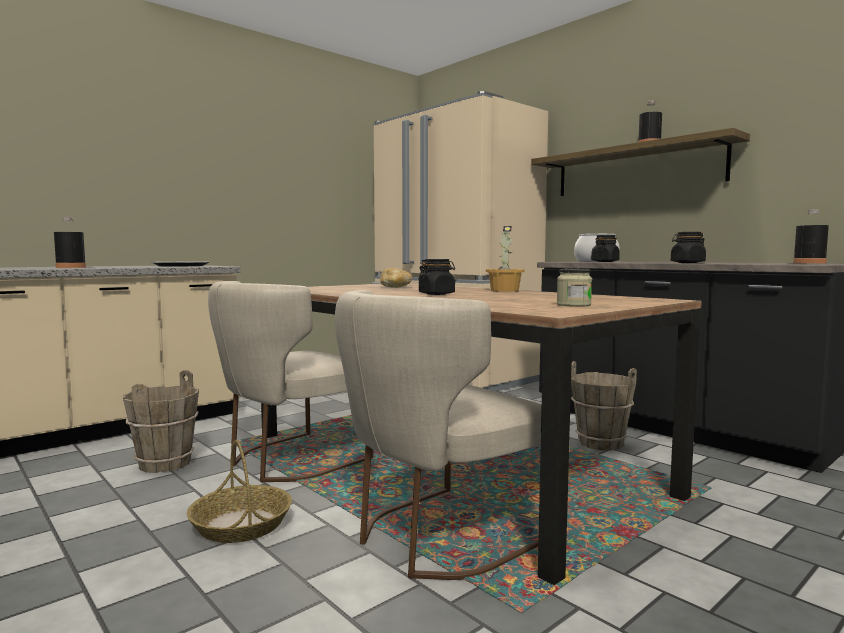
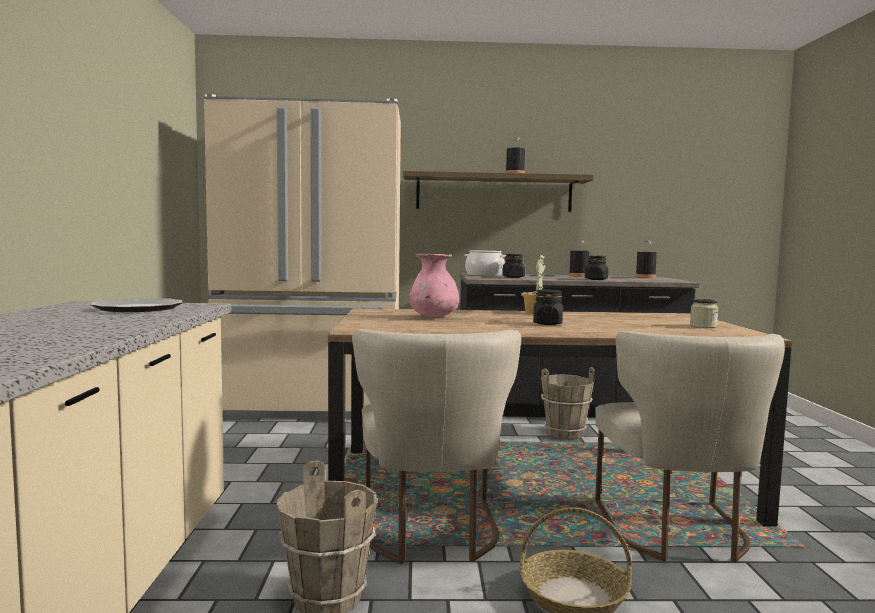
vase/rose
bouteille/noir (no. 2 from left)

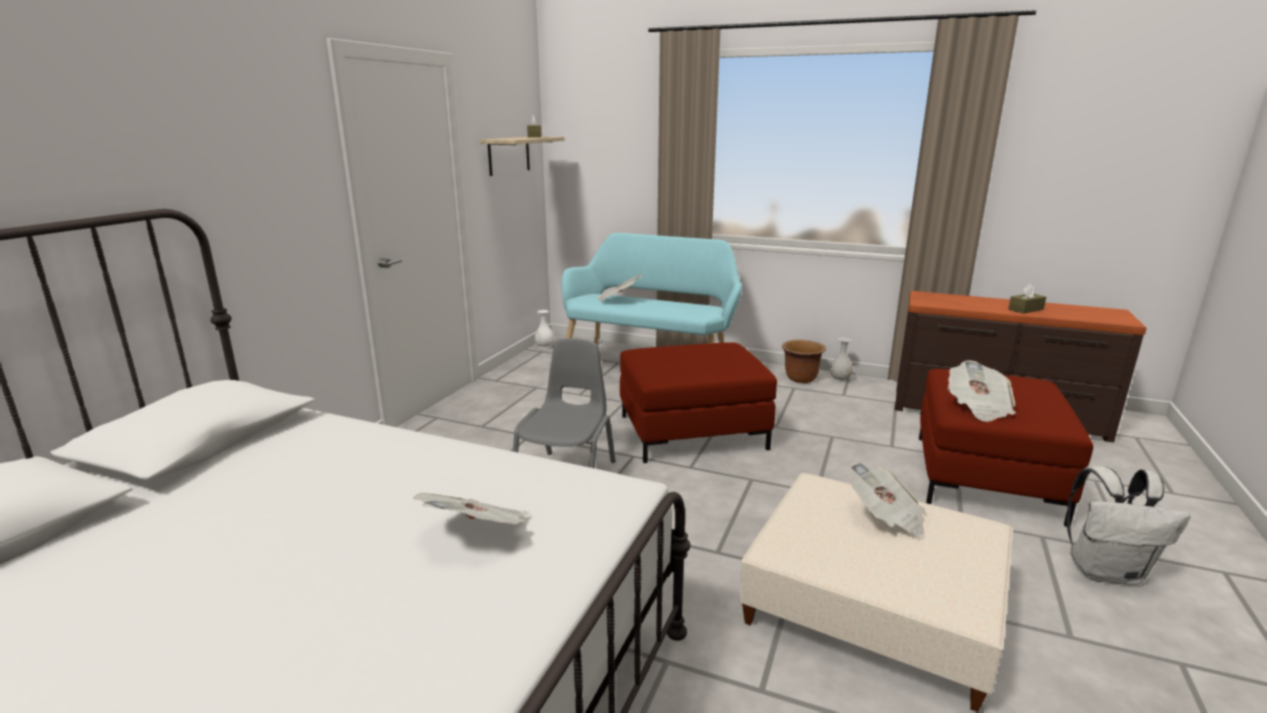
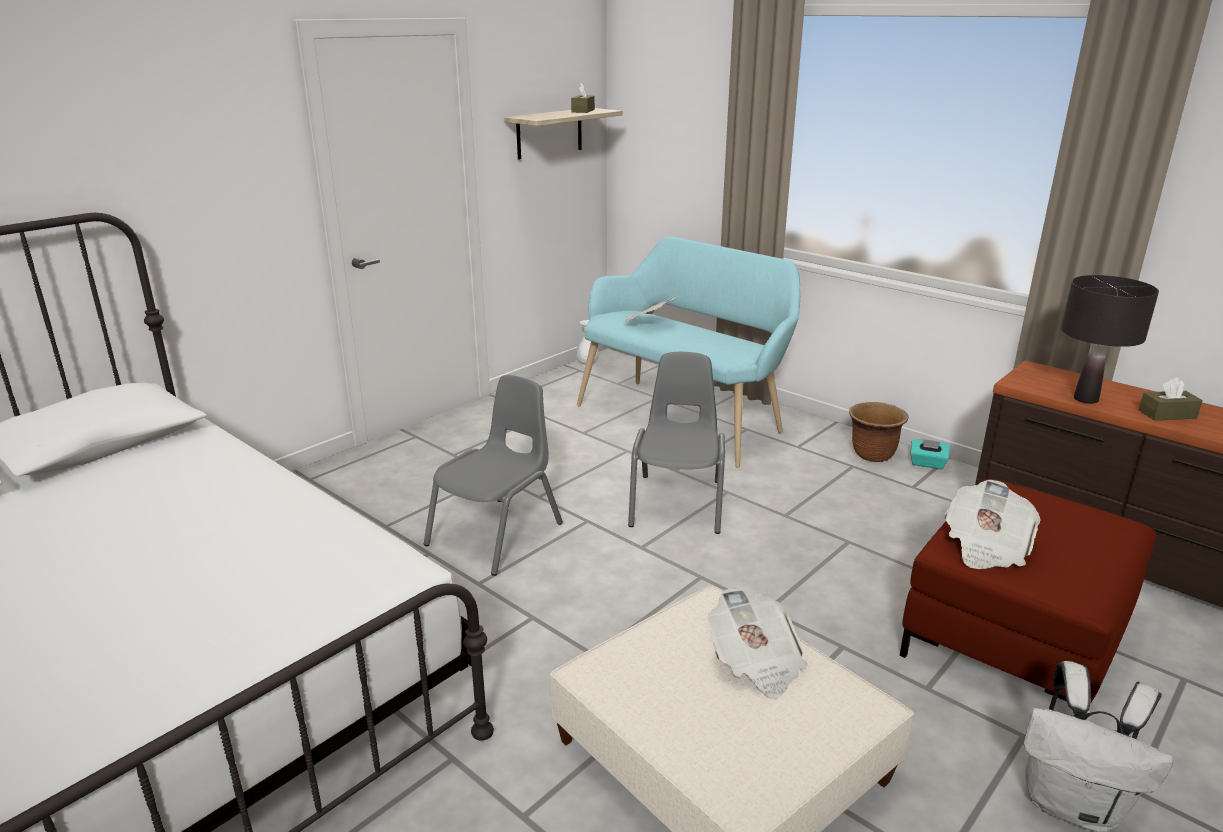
chaise/gris (no. 2 from left)
boîte à mouchoirs/turquoise
lampe de table/noir
journal (no. 1 from left in the first image)

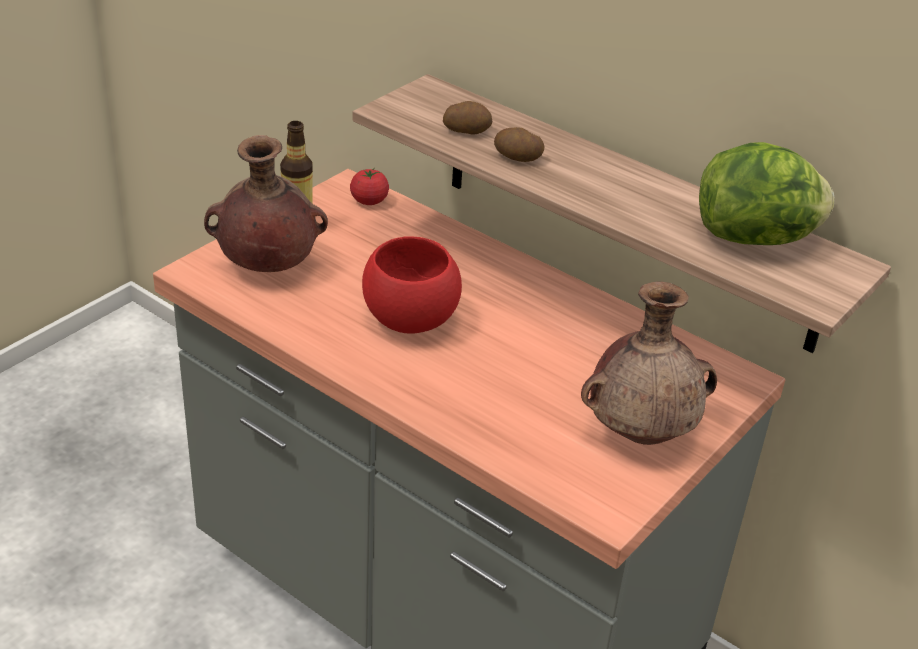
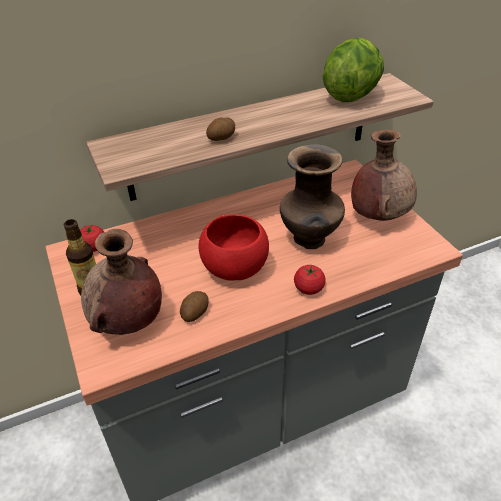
pomme de terre (no. 1 from left)
vase/marron (no. 2 from left)
tomate (no. 2 from left)

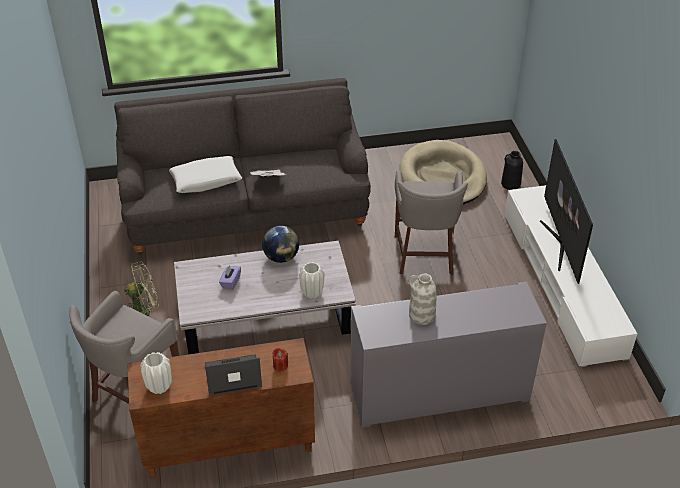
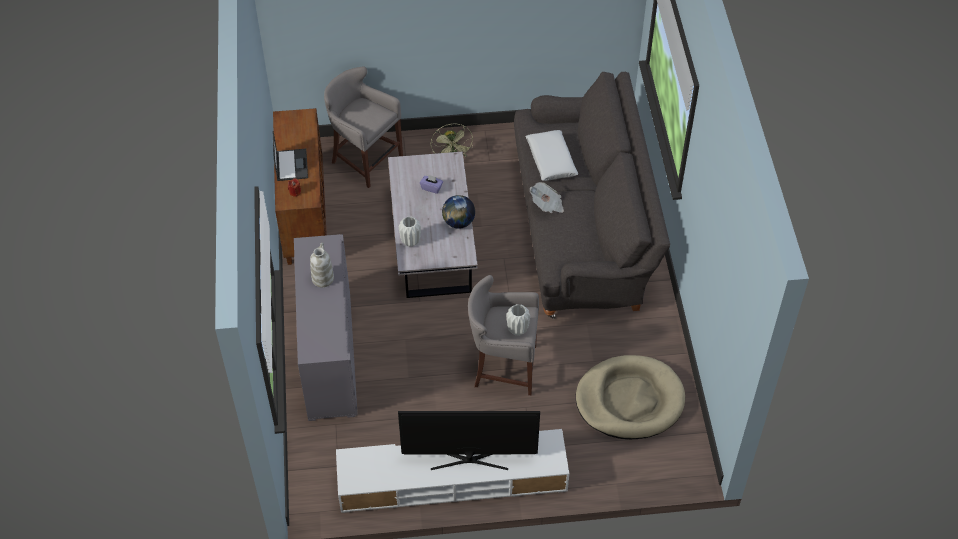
vase/blanc (no. 3 from left)
vase/noir

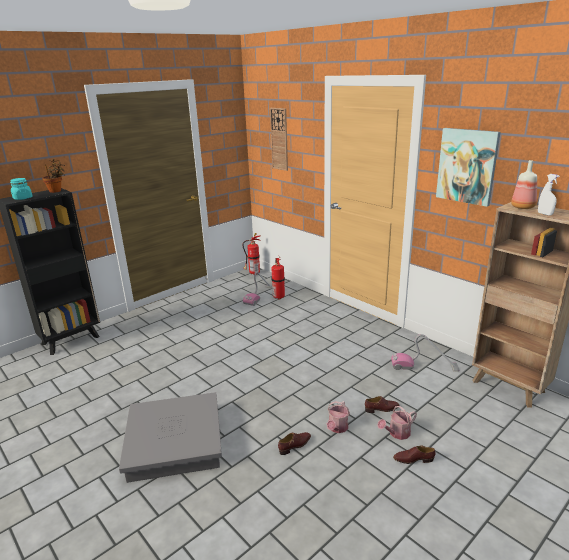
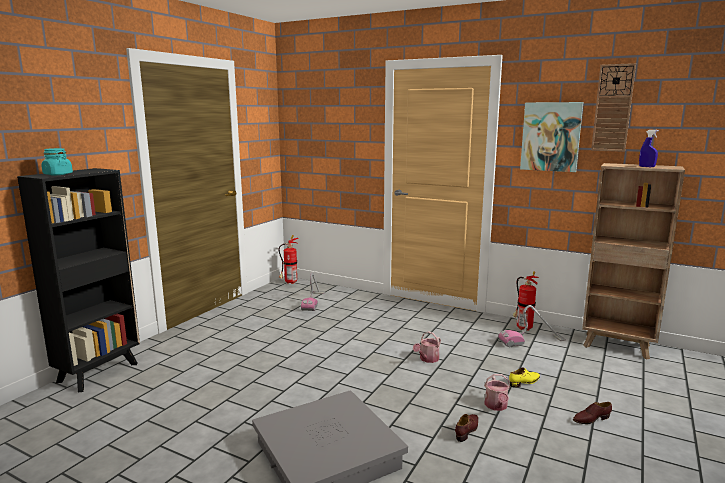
arrosoir (no. 1 from left)
chaussure/jaune
extincteur (no. 2 from left)
horloge murale
vaporisateur/bleu
plante en pot
bouteille

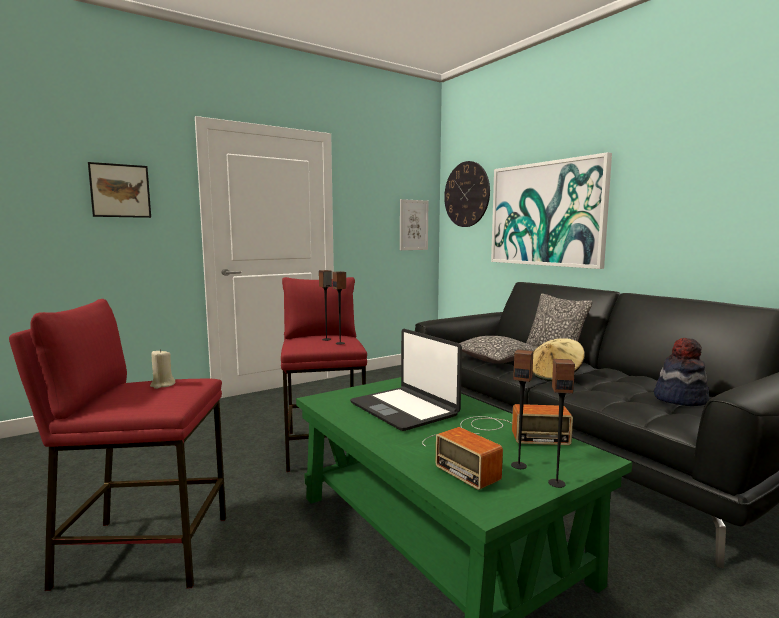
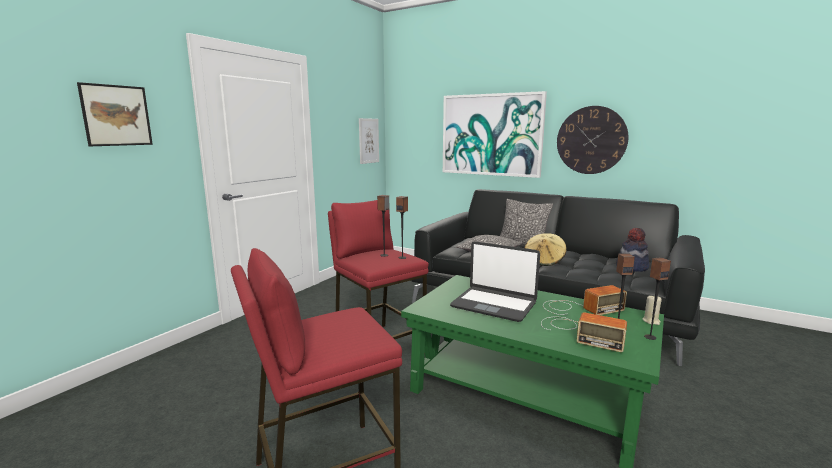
horloge murale
bougie/beige

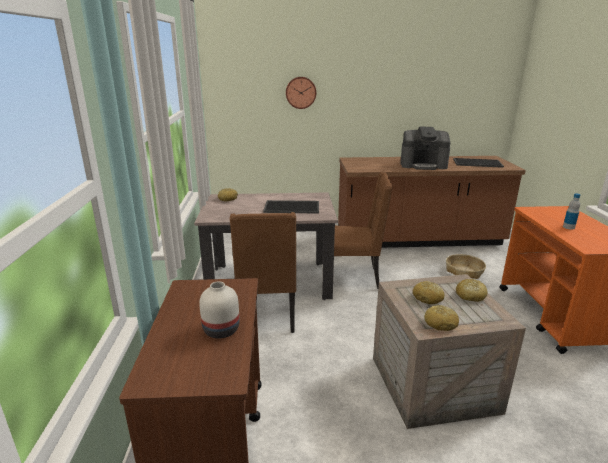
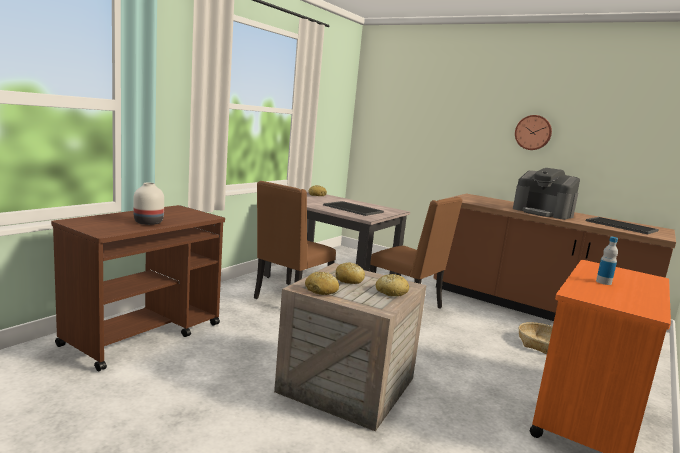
horloge murale

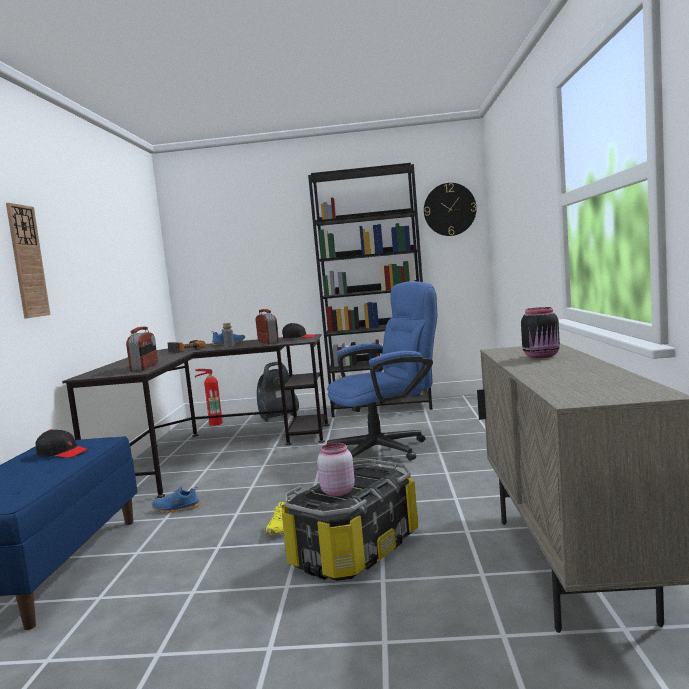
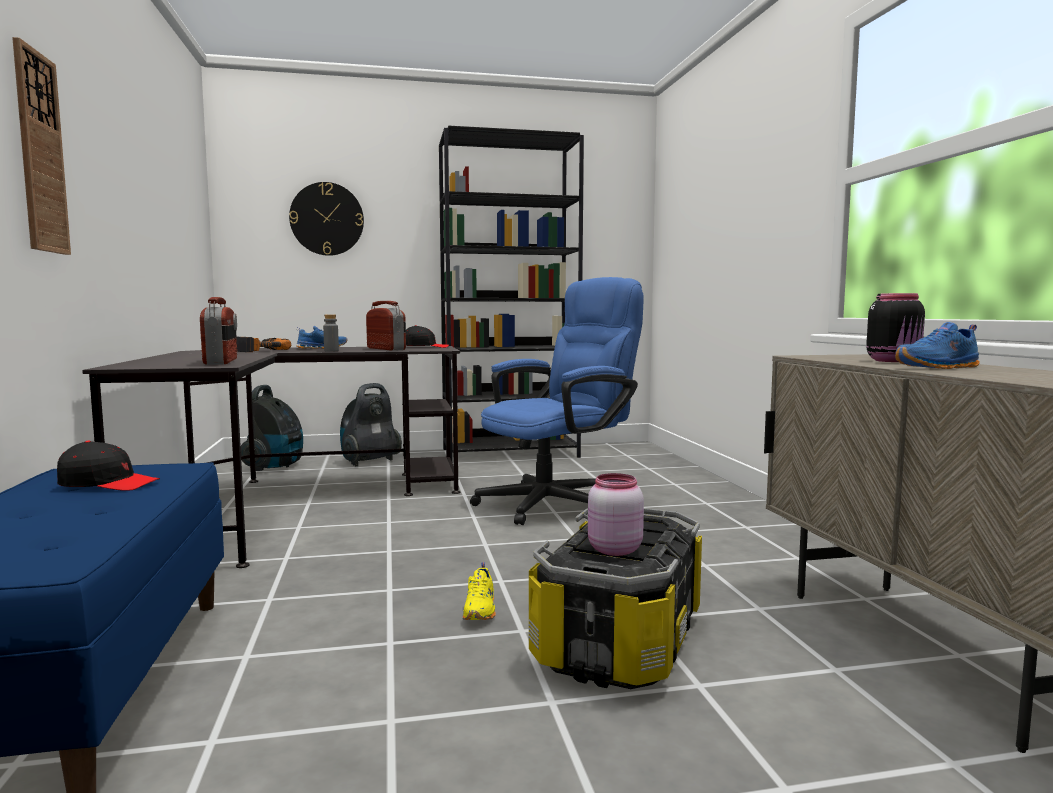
aspirateur (no. 1 from left)
horloge murale (no. 2 from left)
chaussure/bleu (no. 2 from left)

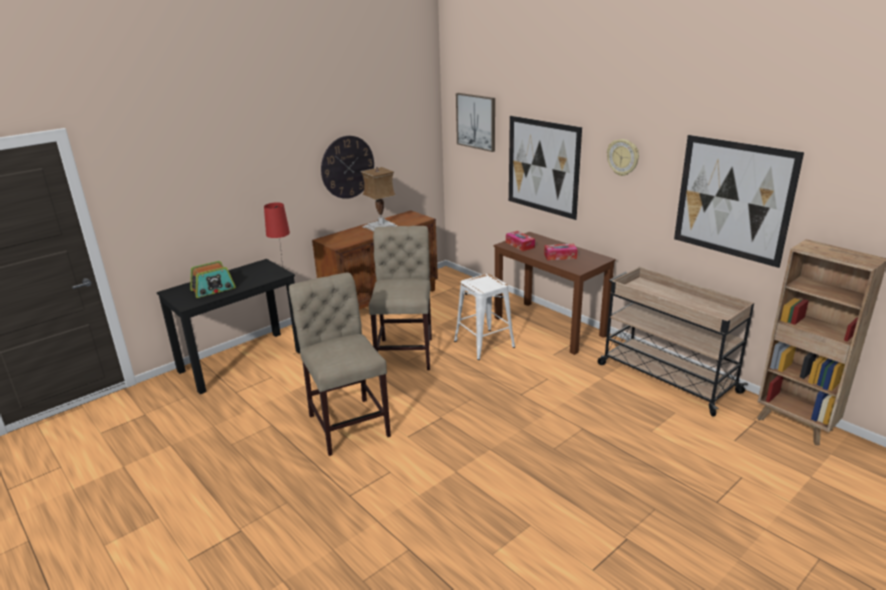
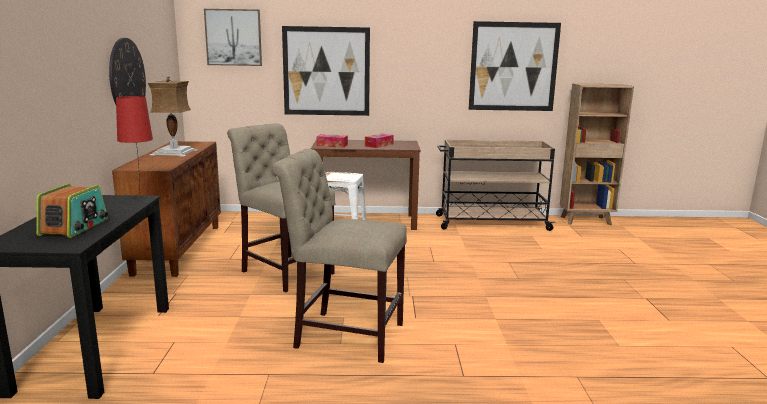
horloge murale (no. 2 from left in the first image)

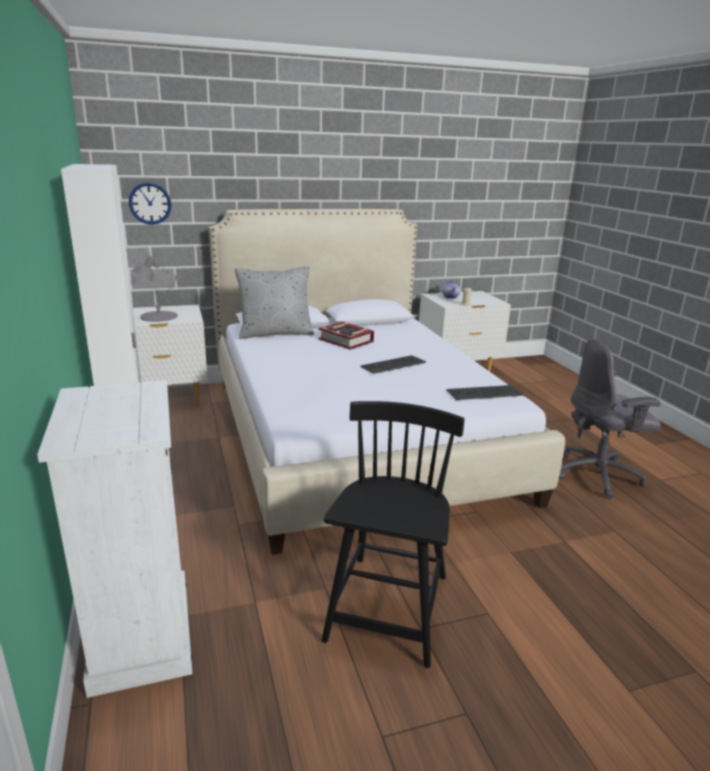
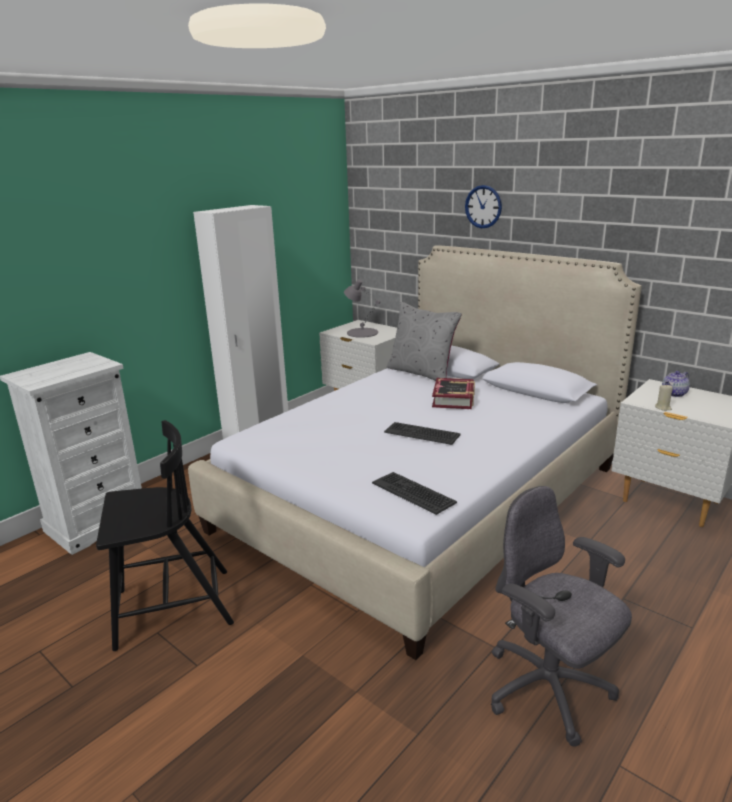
horloge murale

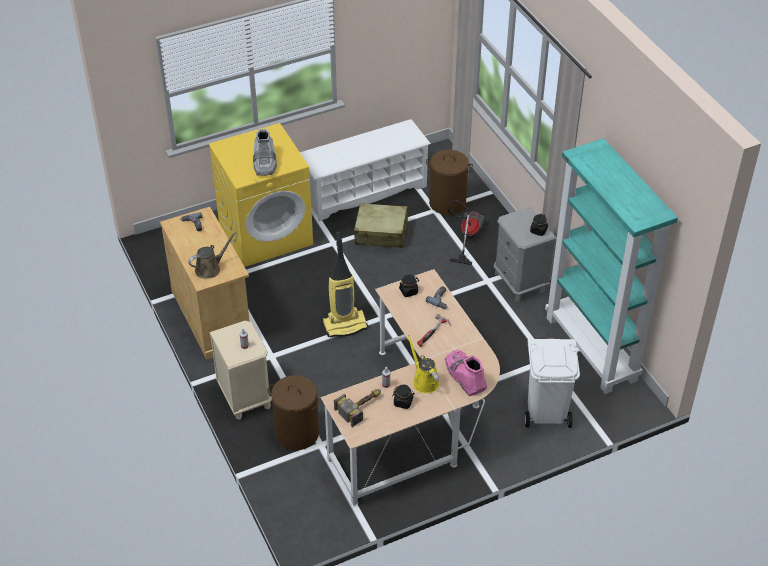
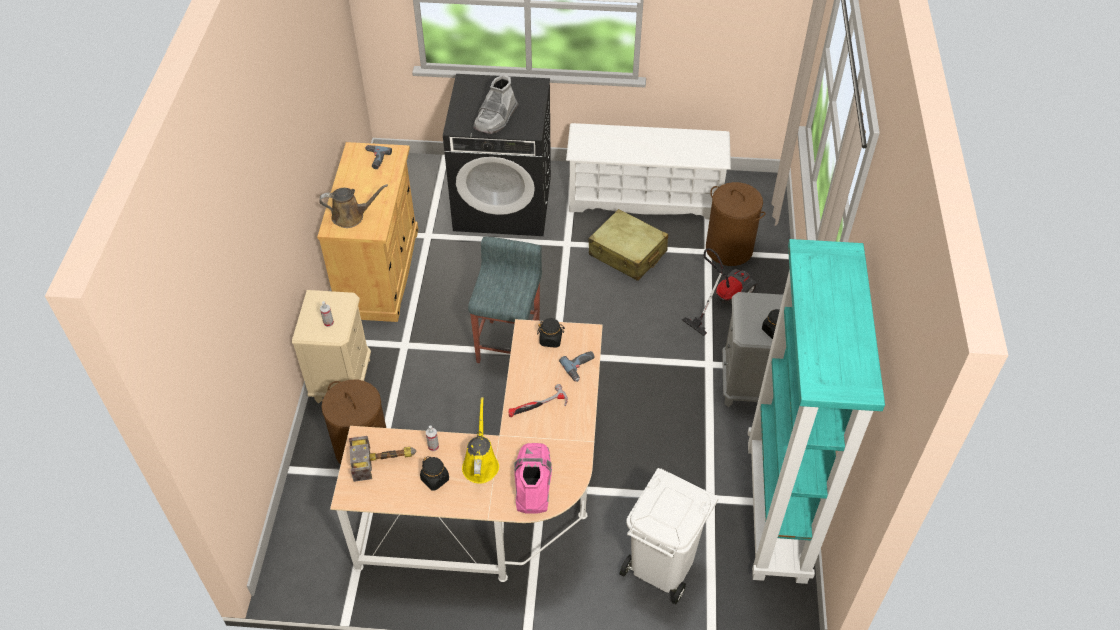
lave-linge/noir
tabouret/gris

